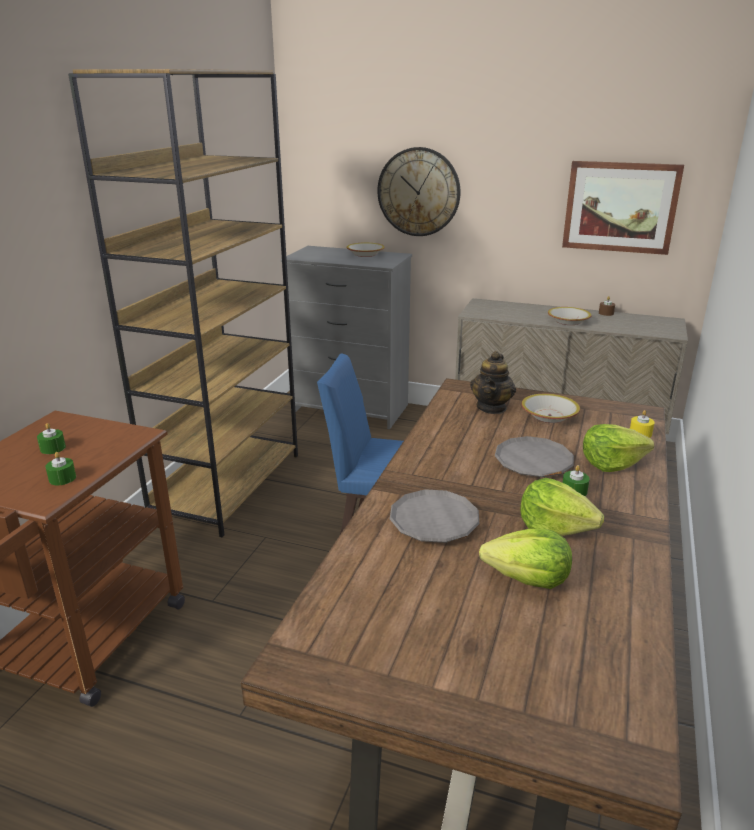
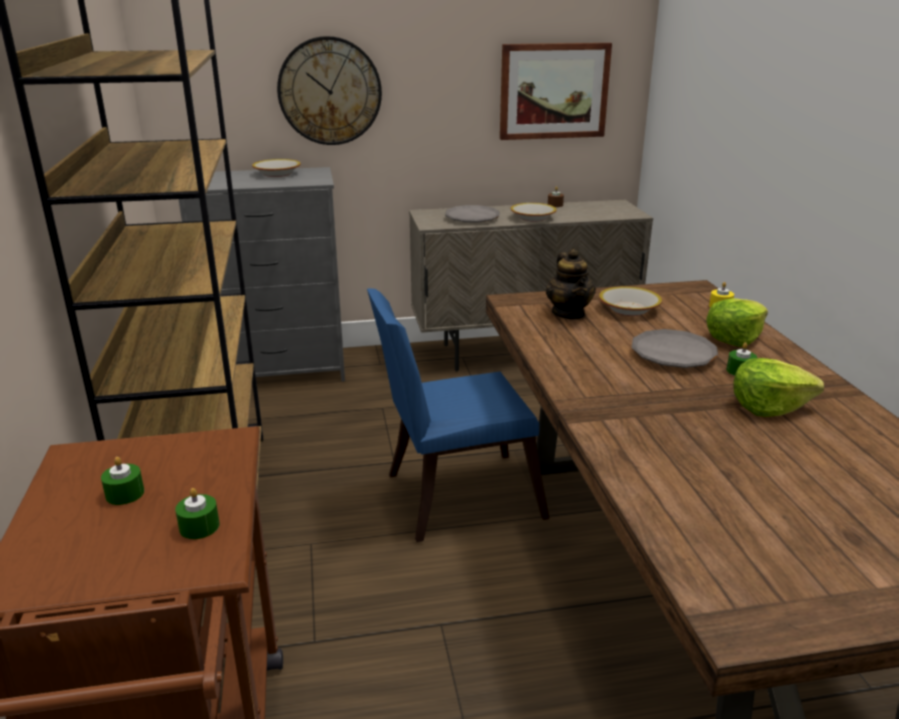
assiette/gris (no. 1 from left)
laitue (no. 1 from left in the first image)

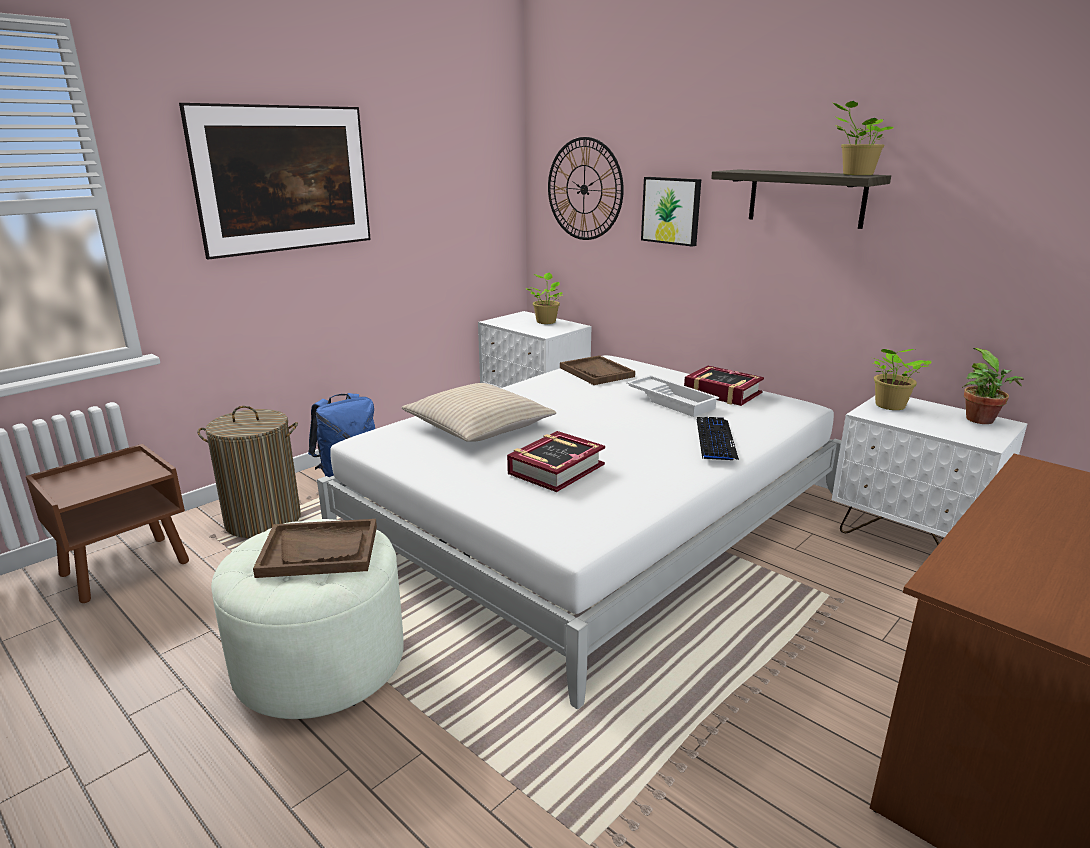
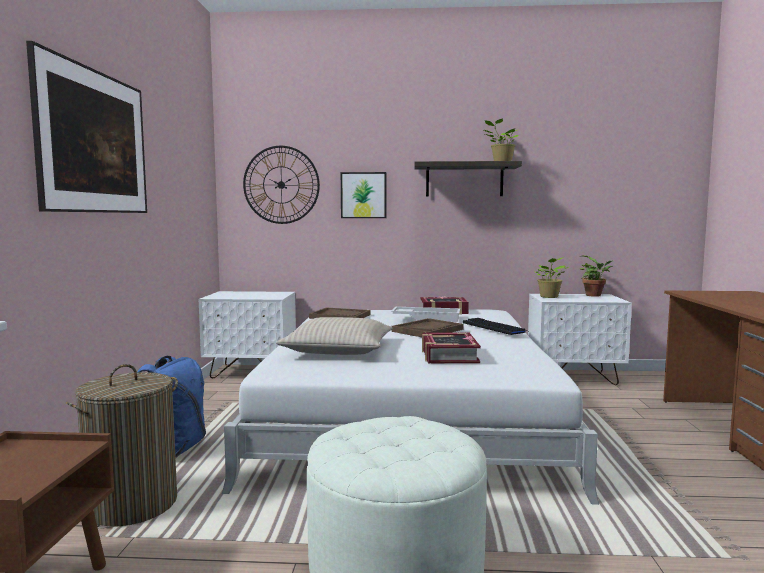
plateau/marron (no. 2 from left)
plante en pot (no. 1 from left in the first image)

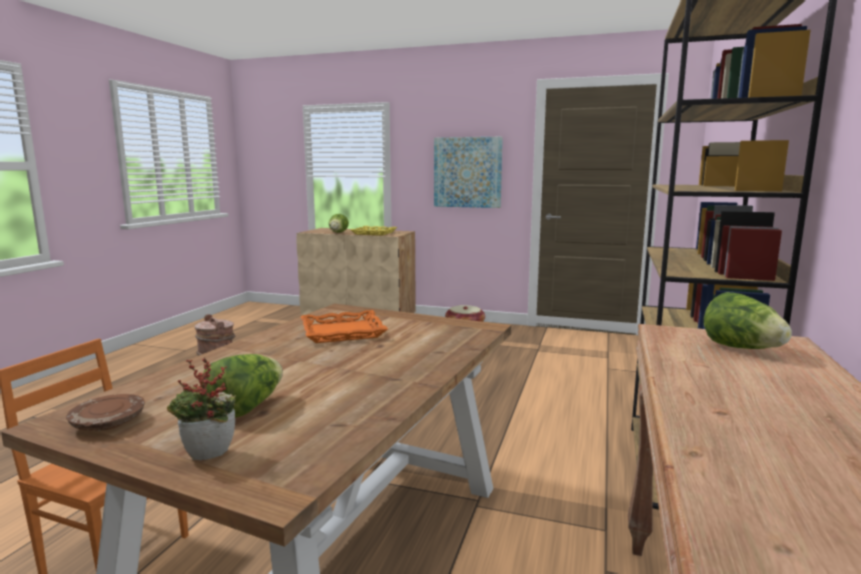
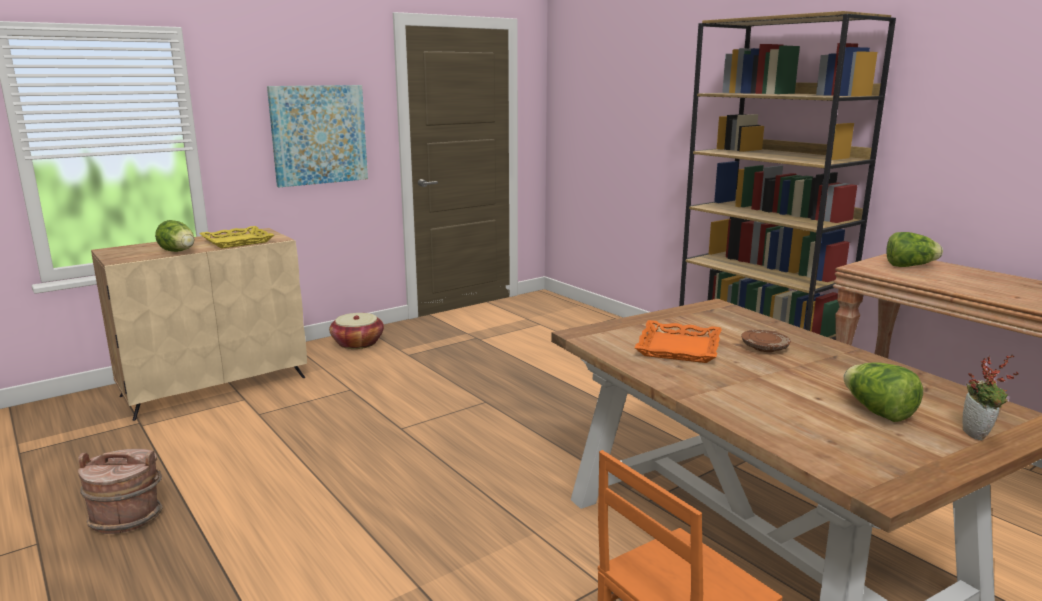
assiette/marron

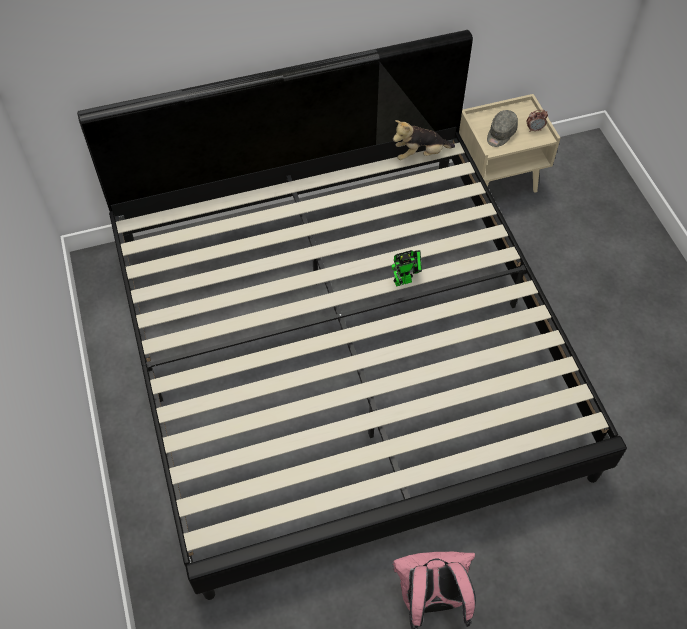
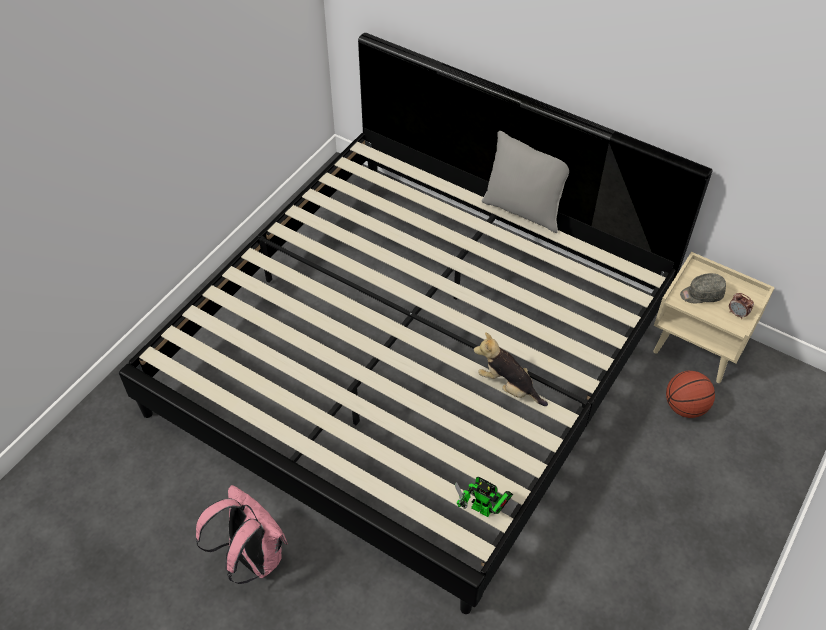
robot jouet
peluche
coussin/gris
ballon de basket

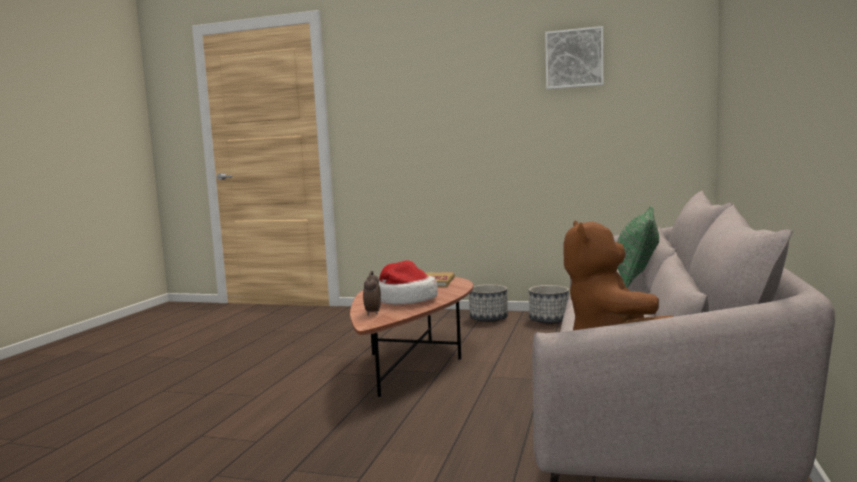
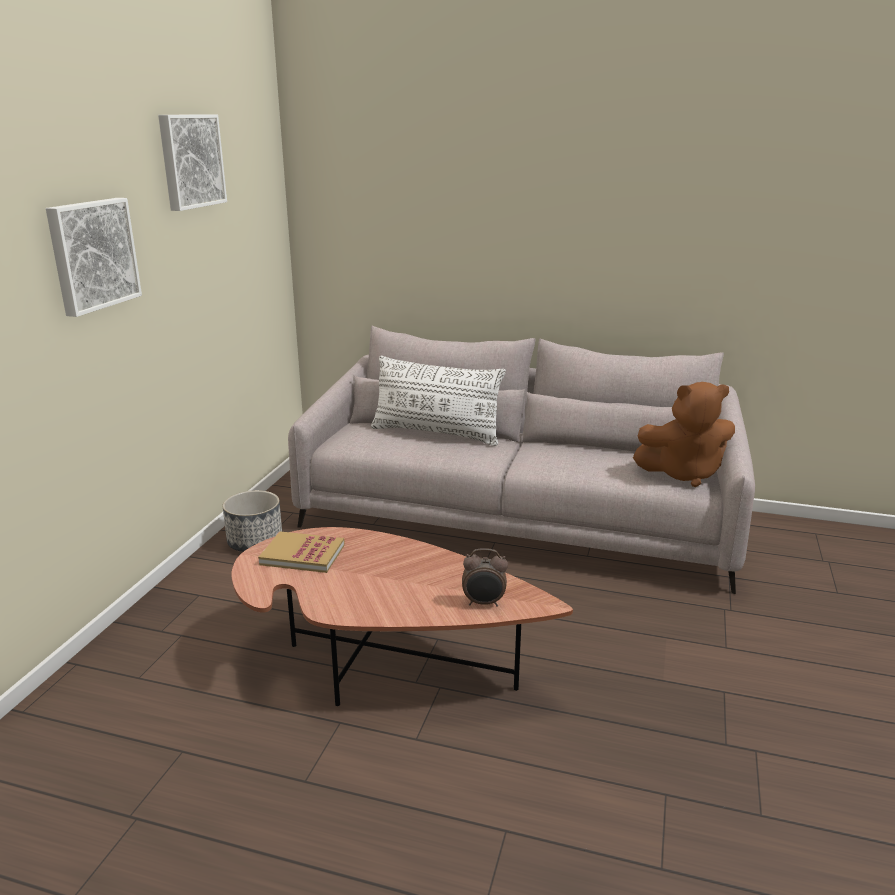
tableau (no. 1 from left)
coussin/blanc
chapeau
cache-pot (no. 1 from left in the first image)

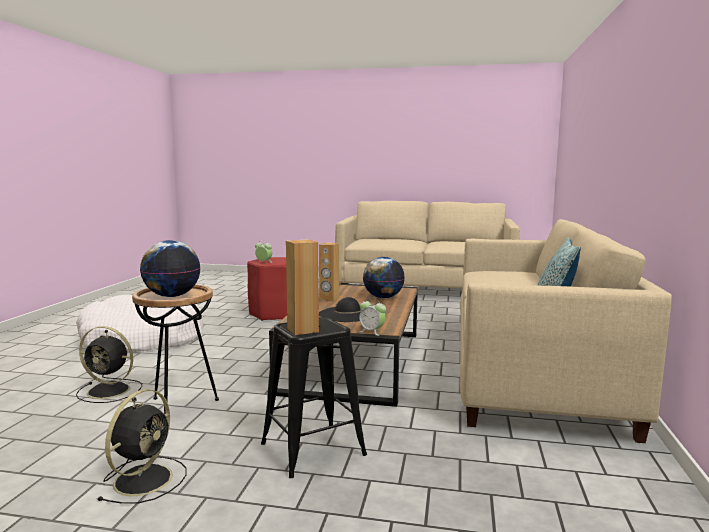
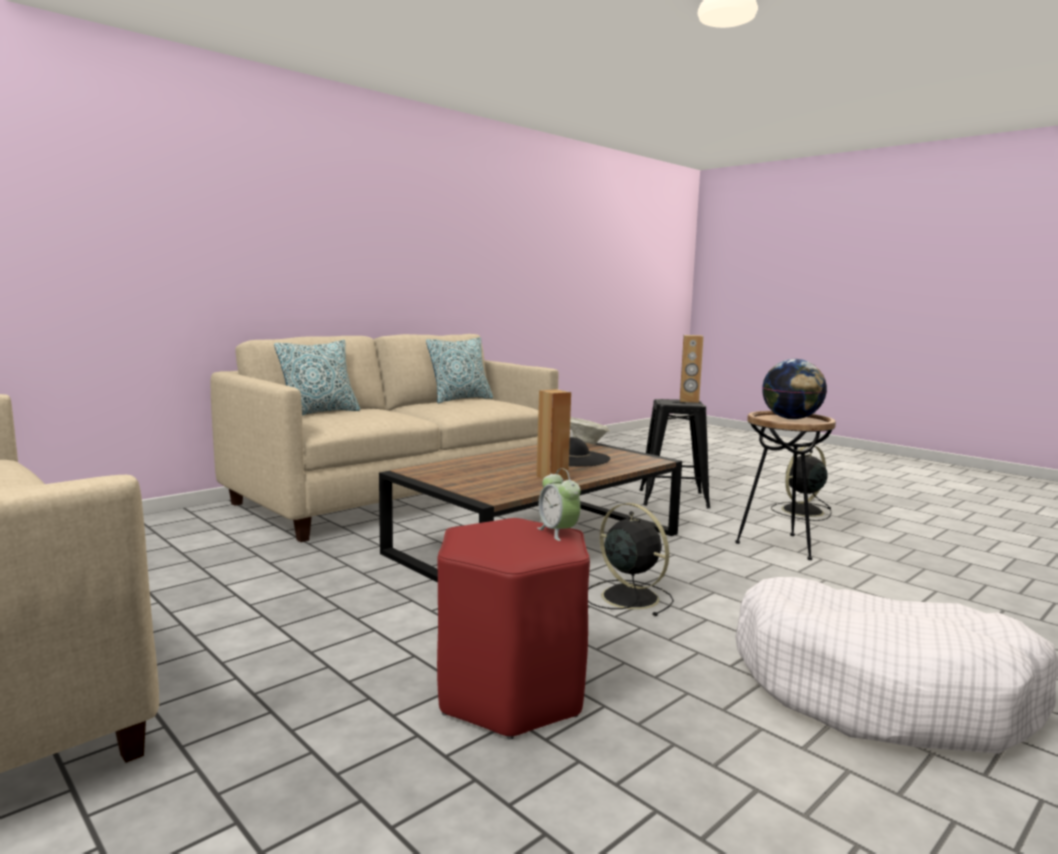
coussin (no. 1 from left)
bol/beige
ventilateur/noir (no. 1 from left)
globe (no. 2 from left in the first image)

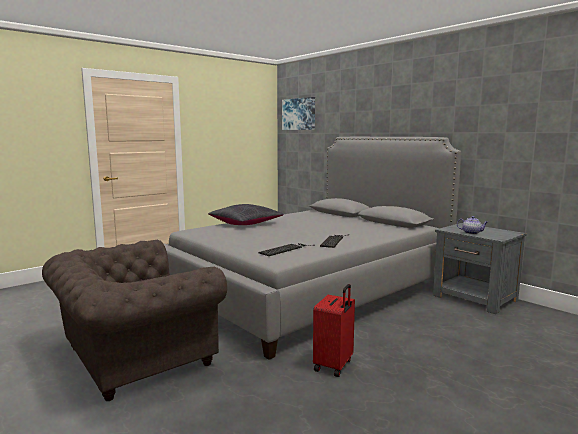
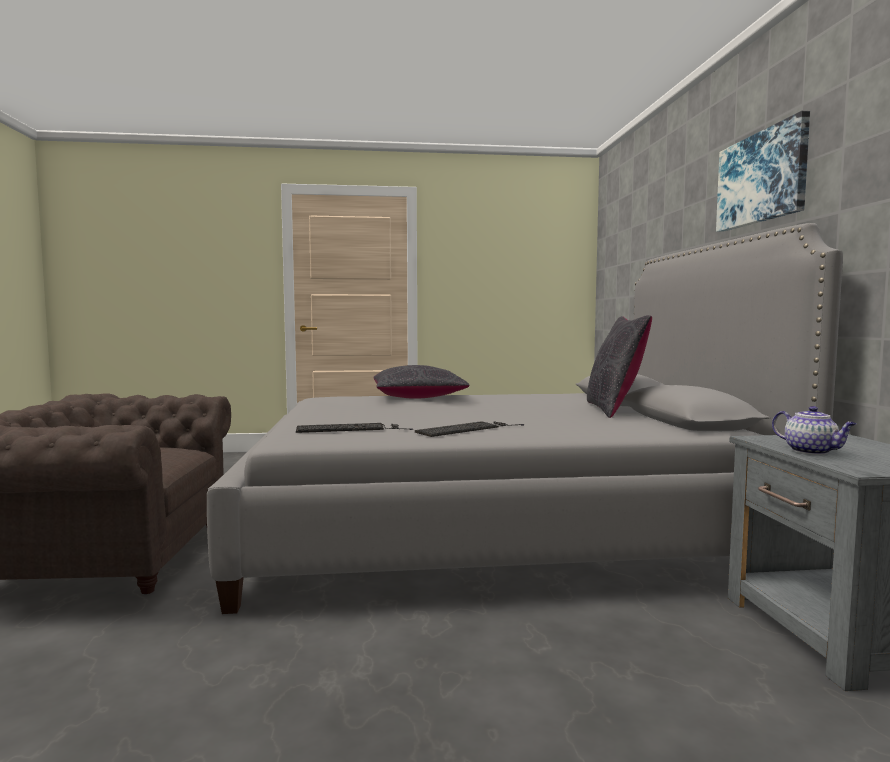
coussin/noir (no. 2 from left)
tableau
valise/rouge

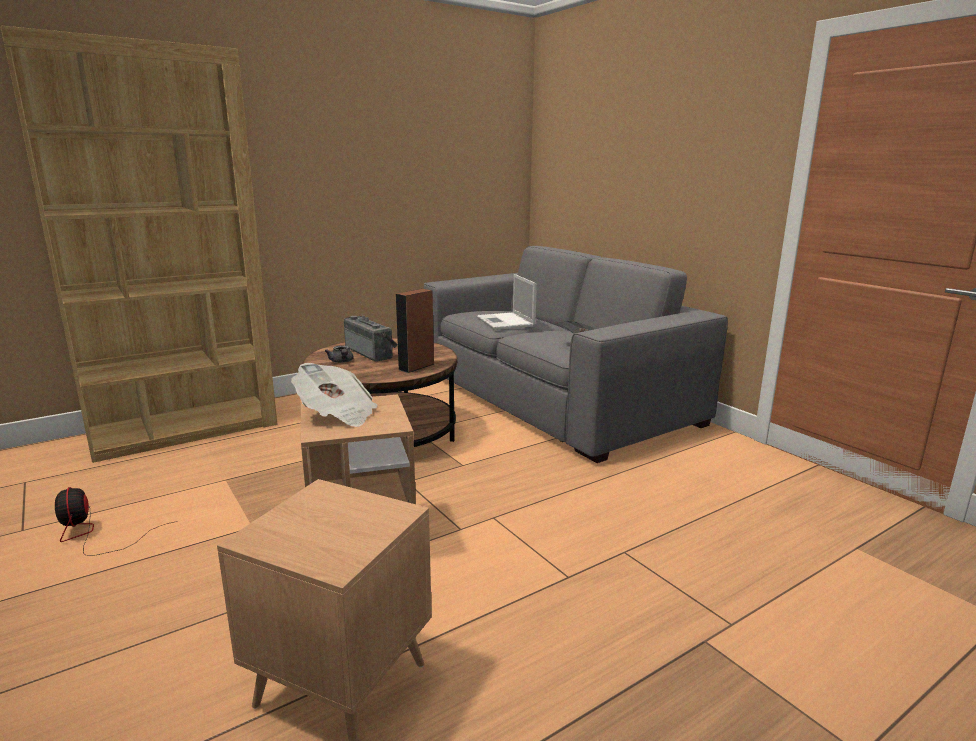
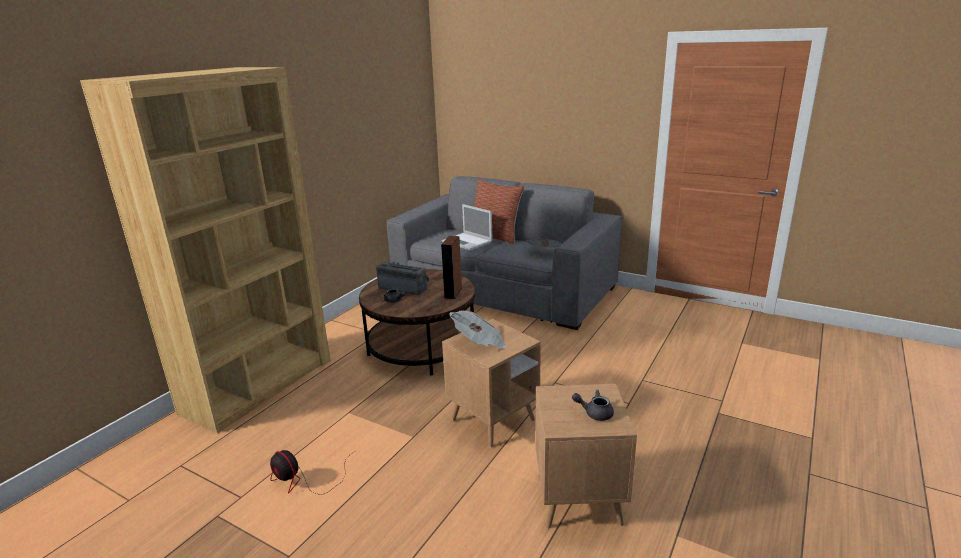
coussin
théière/gris (no. 2 from left)

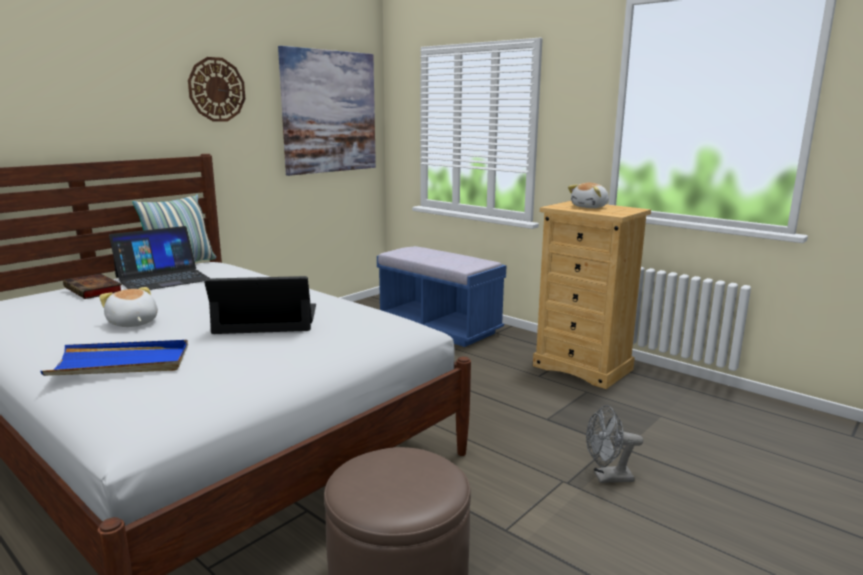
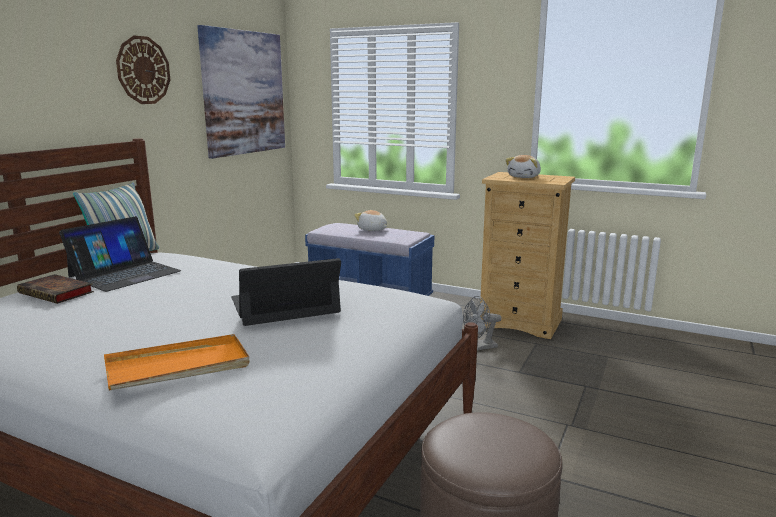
plateau/orange
peluche (no. 1 from left)
ventilateur/gris

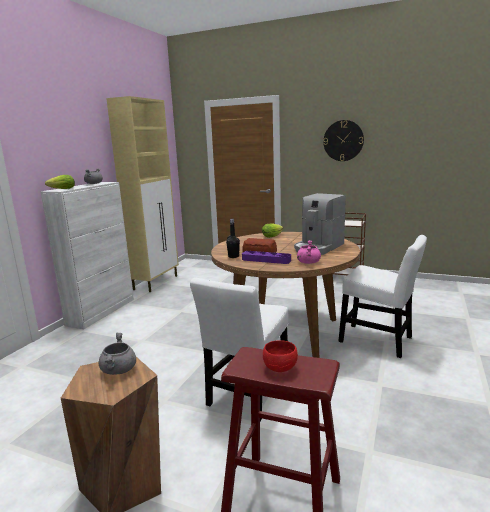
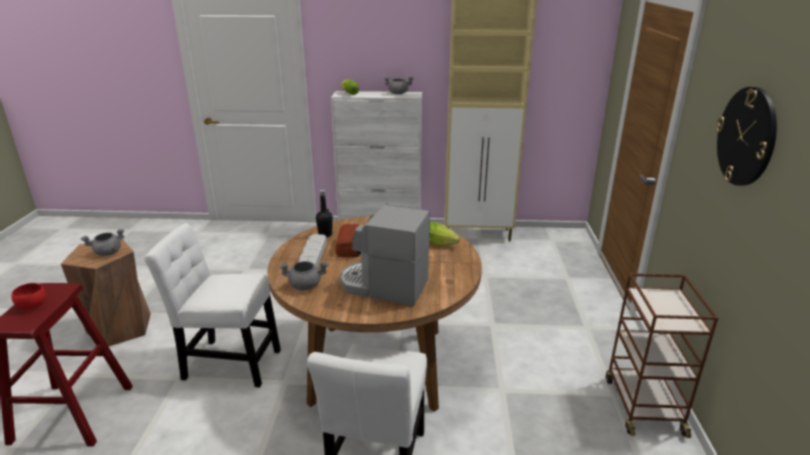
marmite/gris (no. 2 from left)
plateau/gris

